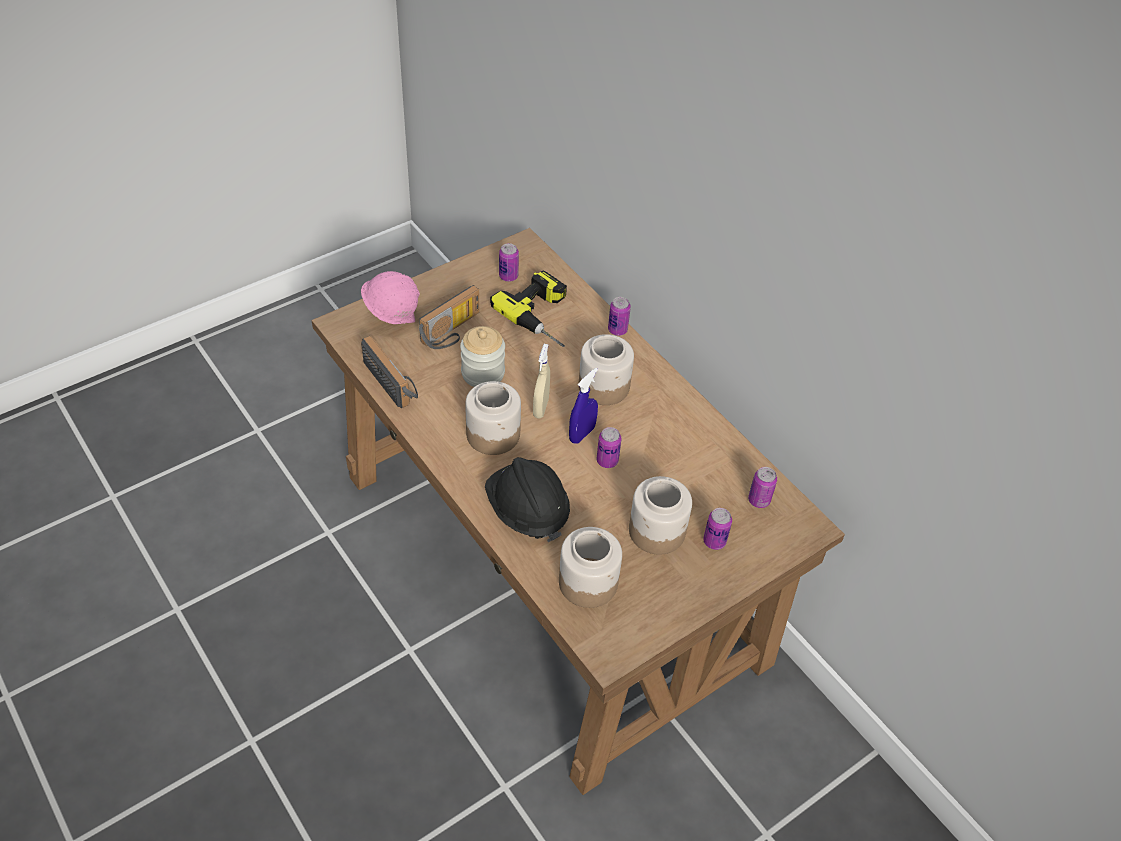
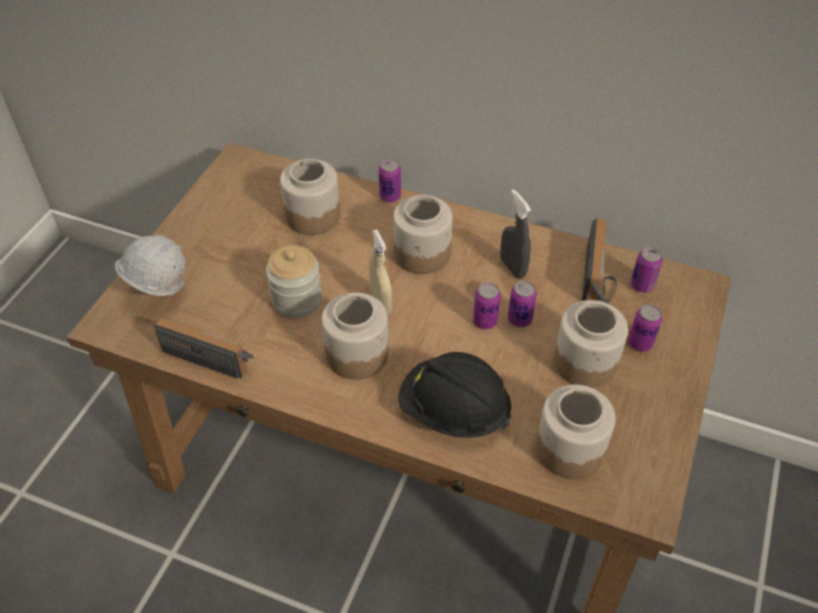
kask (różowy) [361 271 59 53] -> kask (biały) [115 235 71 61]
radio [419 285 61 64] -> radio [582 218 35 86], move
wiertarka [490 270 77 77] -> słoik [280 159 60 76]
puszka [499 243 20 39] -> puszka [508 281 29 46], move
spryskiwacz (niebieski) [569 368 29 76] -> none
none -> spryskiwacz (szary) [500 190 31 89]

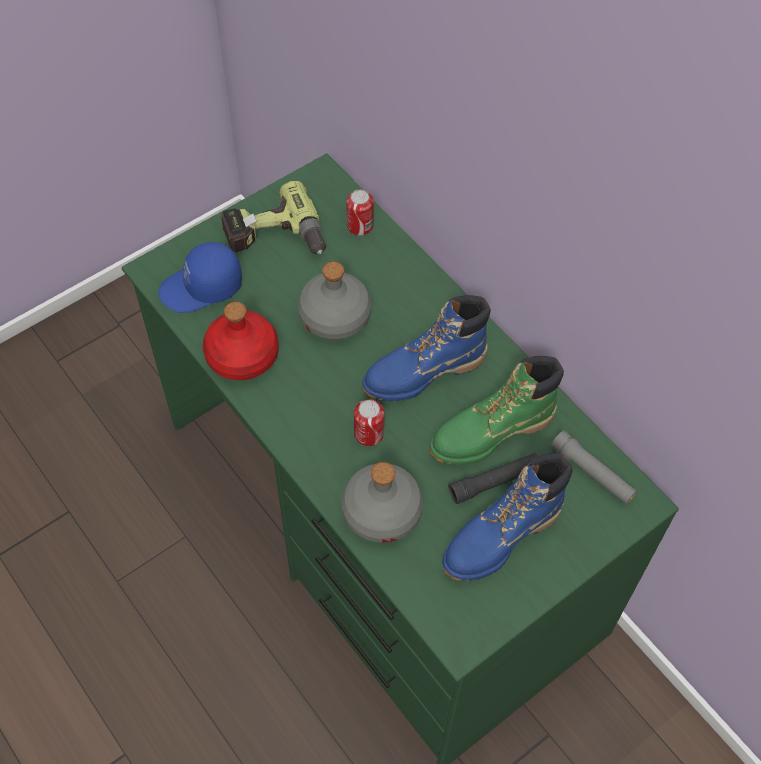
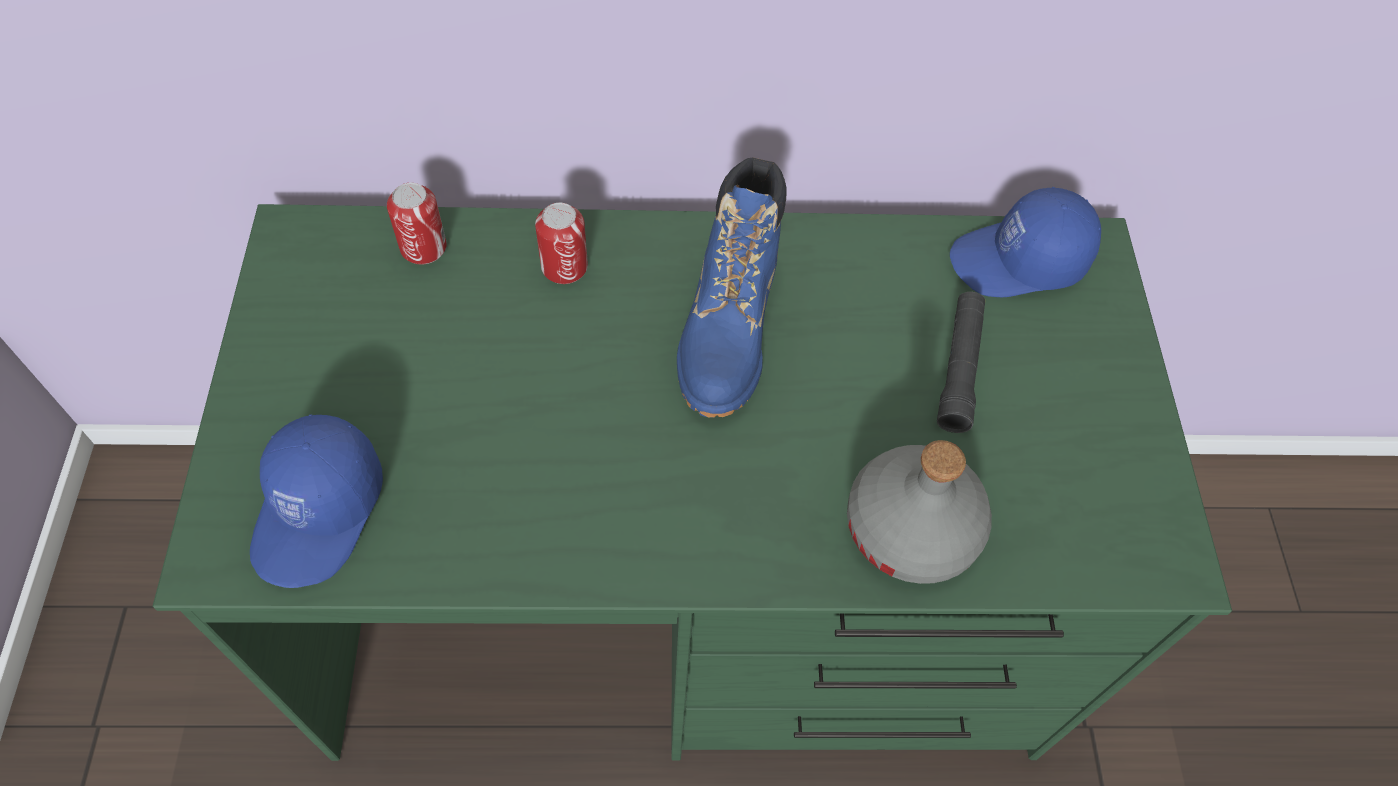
butelka (czerwony) [203 302 76 78] -> none
wiertarka [220 181 106 73] -> none
butelka (szary) [298 261 73 79] -> none
puszka [354 399 31 47] -> puszka [535 203 53 81], move
but z cholewką (zielony) [429 356 135 109] -> none
but z cholewką (niebieski) [442 453 131 128] -> none
latarka (szary) [551 430 86 74] -> czapka z daszkiem (niebieski) [950 187 151 110]

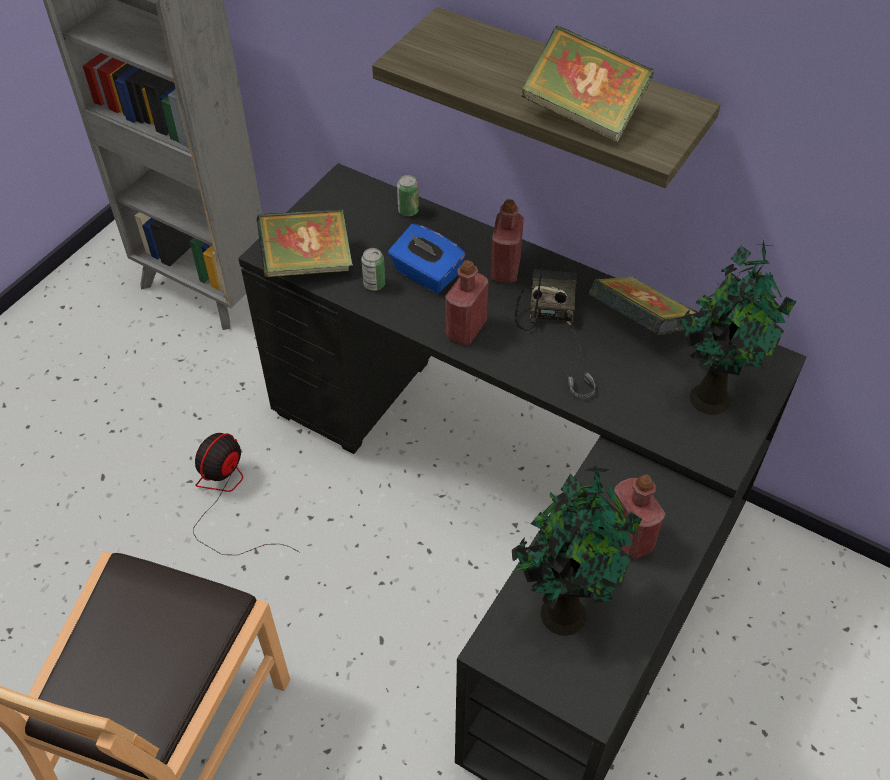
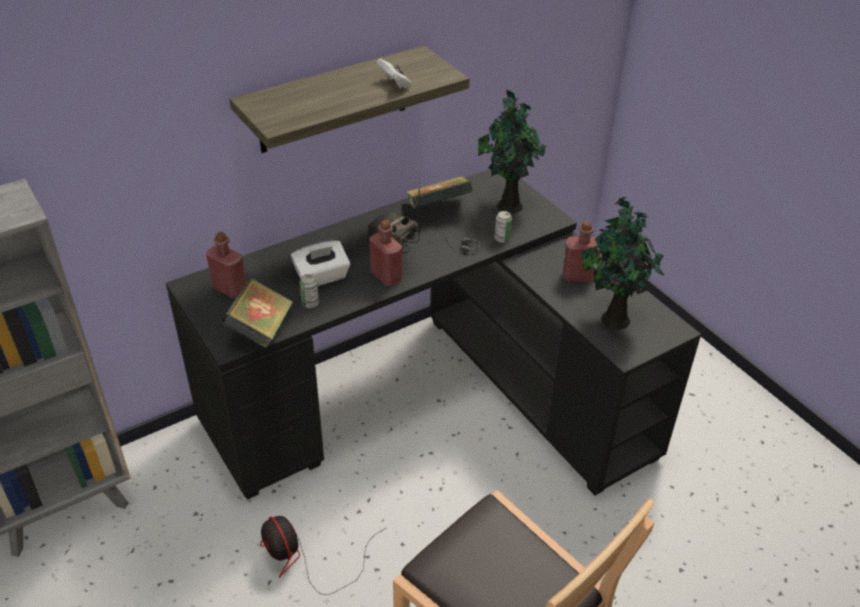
pudełko chusteczek (niebieski) [388 224 77 70] -> pudełko chusteczek (biały) [291 241 59 45]
puszka [397 175 22 41] -> puszka [494 211 18 32], move
butelka (czerwony) [490 199 34 84] -> butelka (czerwony) [206 232 40 66], move
książka [521 25 133 118] -> pad do gier (biały) [377 59 34 30]

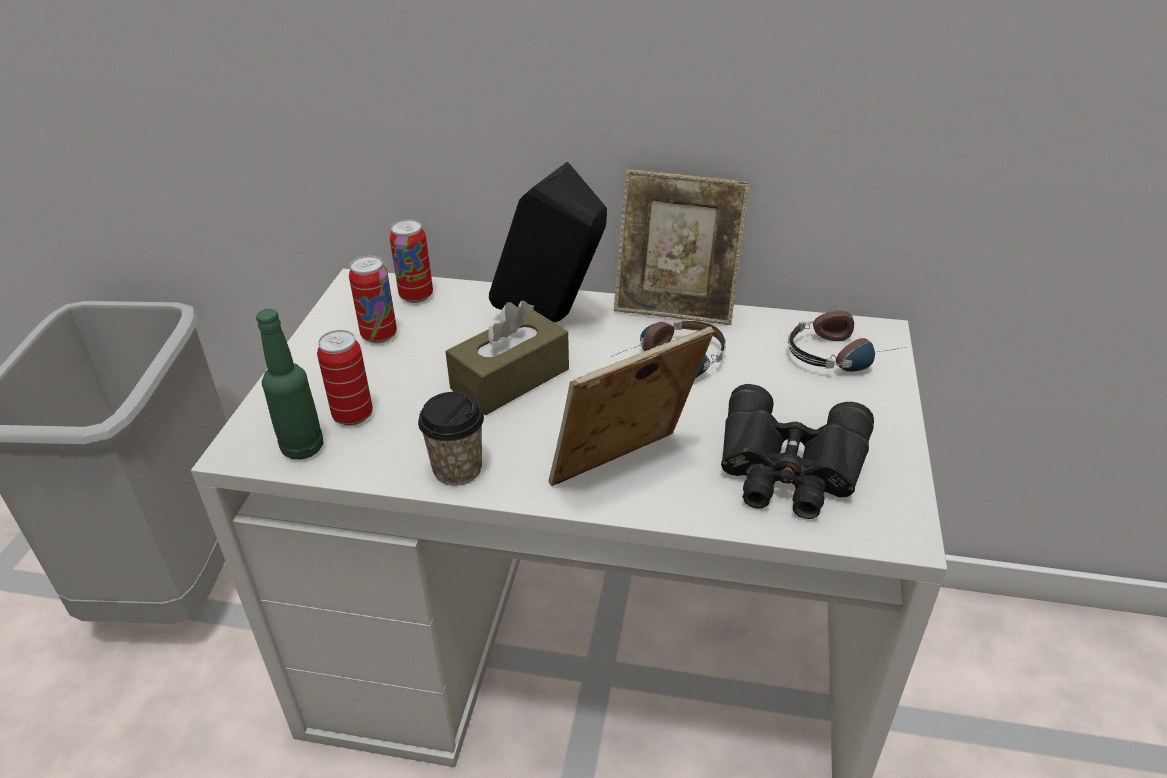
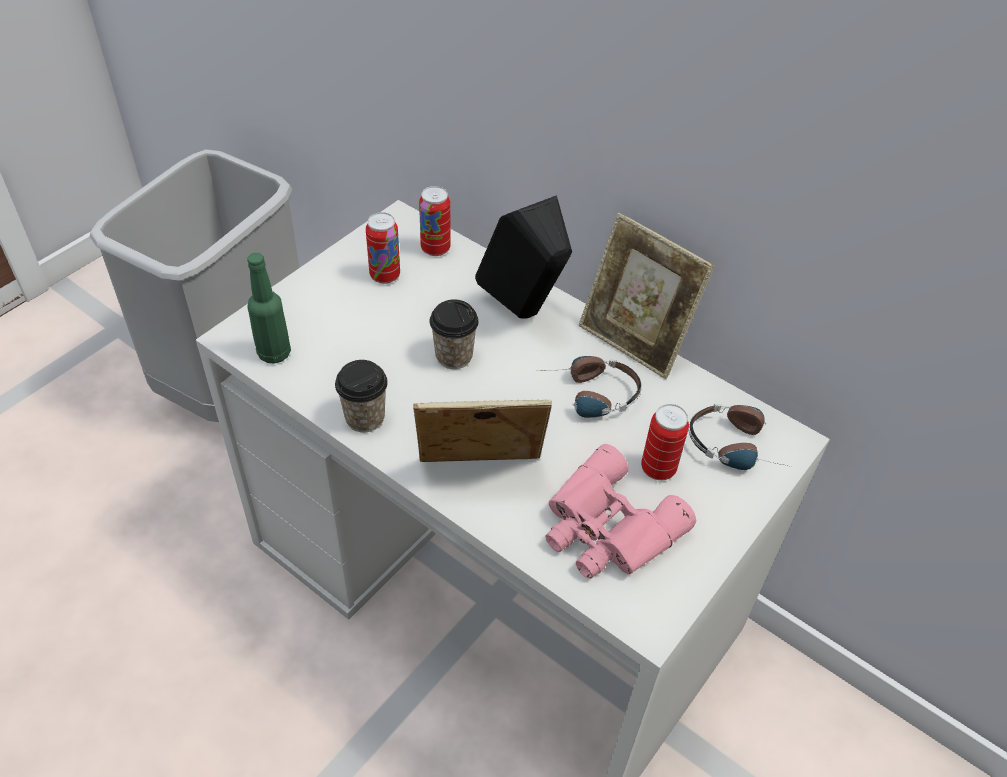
puszka [317 330 56 96] -> puszka [641 404 48 76], move
pudełko chusteczek (brązowy) [446 300 123 116] -> filiżanka [429 299 50 70]
lornetka (czarny) [721 384 153 135] -> lornetka (różowy) [545 444 151 134]

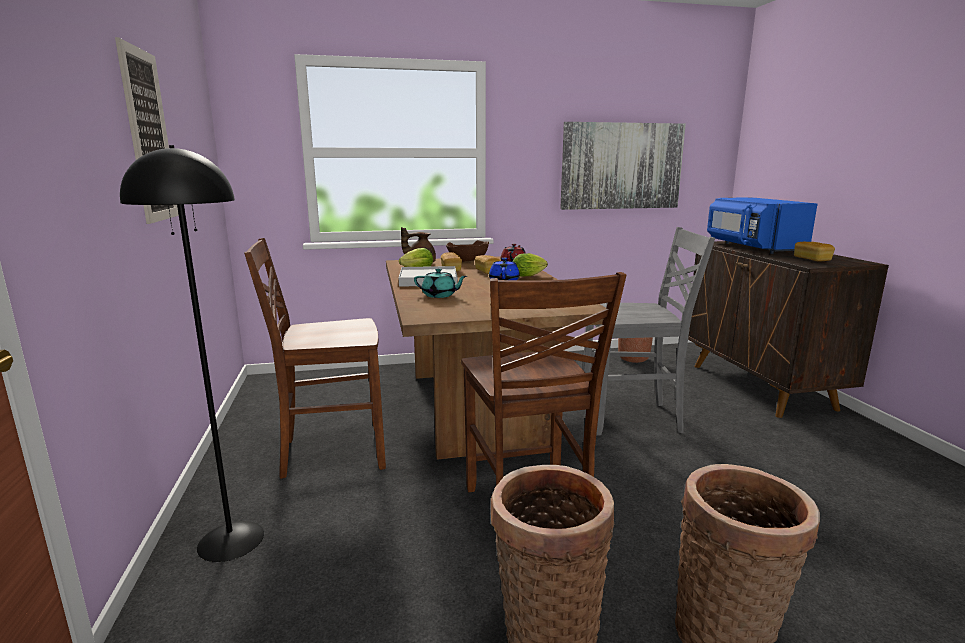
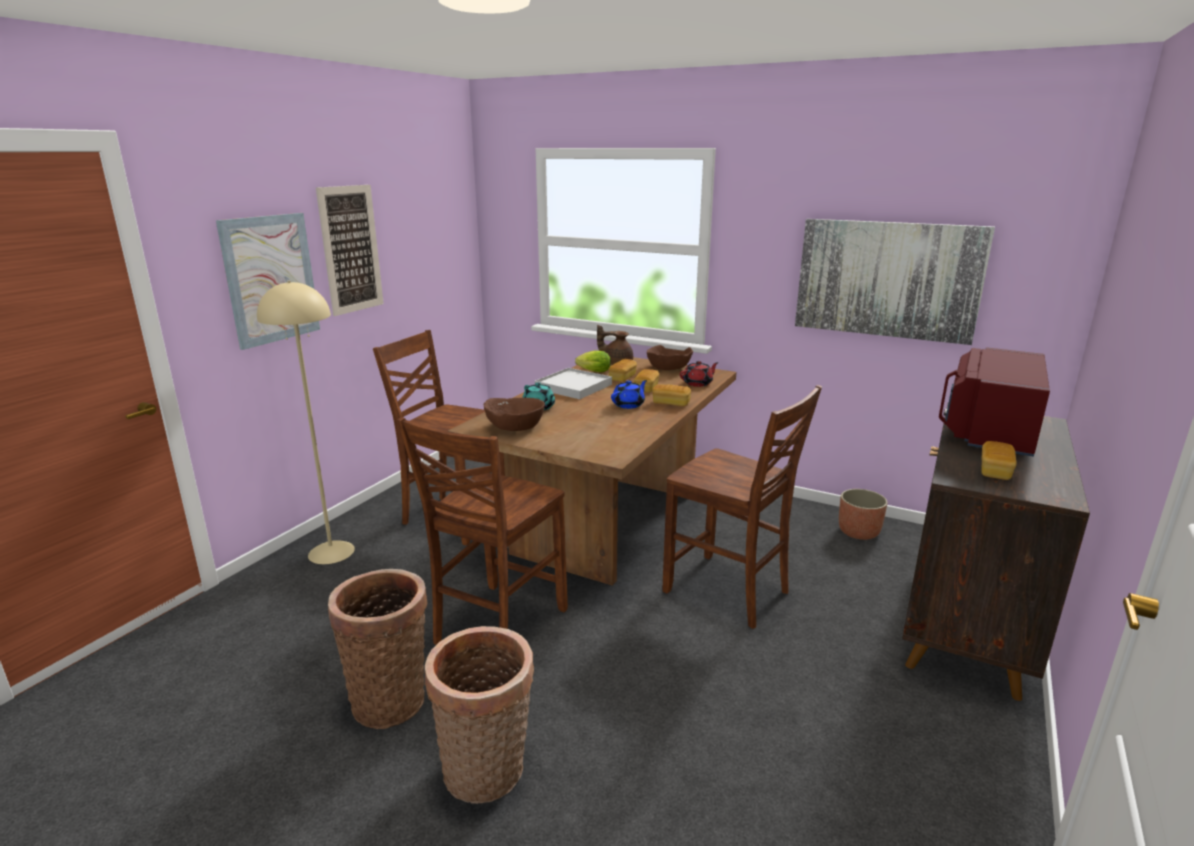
lampa stojąca (czarny) [120 145 144 417] -> lampa stojąca (beżowy) [257 281 98 283]
sałata [513 253 35 24] -> chleb [652 384 39 22]
krzesło (szary) [583 227 132 209] -> krzesło (brązowy) [662 385 160 244]
mikrofalówka (niebieski) [707 197 110 57] -> mikrofalówka (czerwony) [939 347 111 110]
none -> obraz [216 213 104 137]
none -> miska (brązowy) [484 398 61 33]

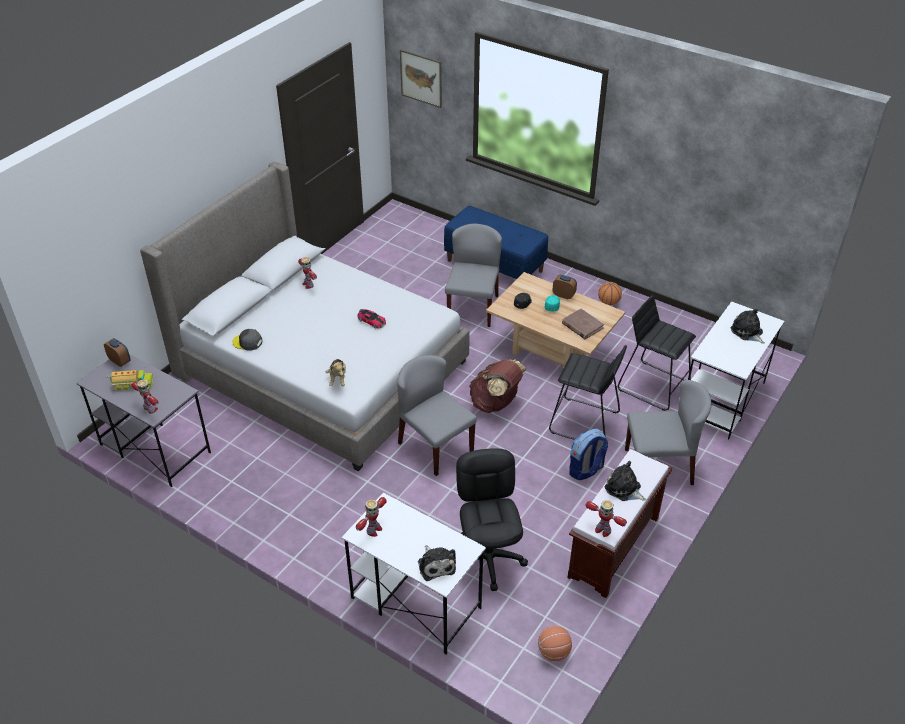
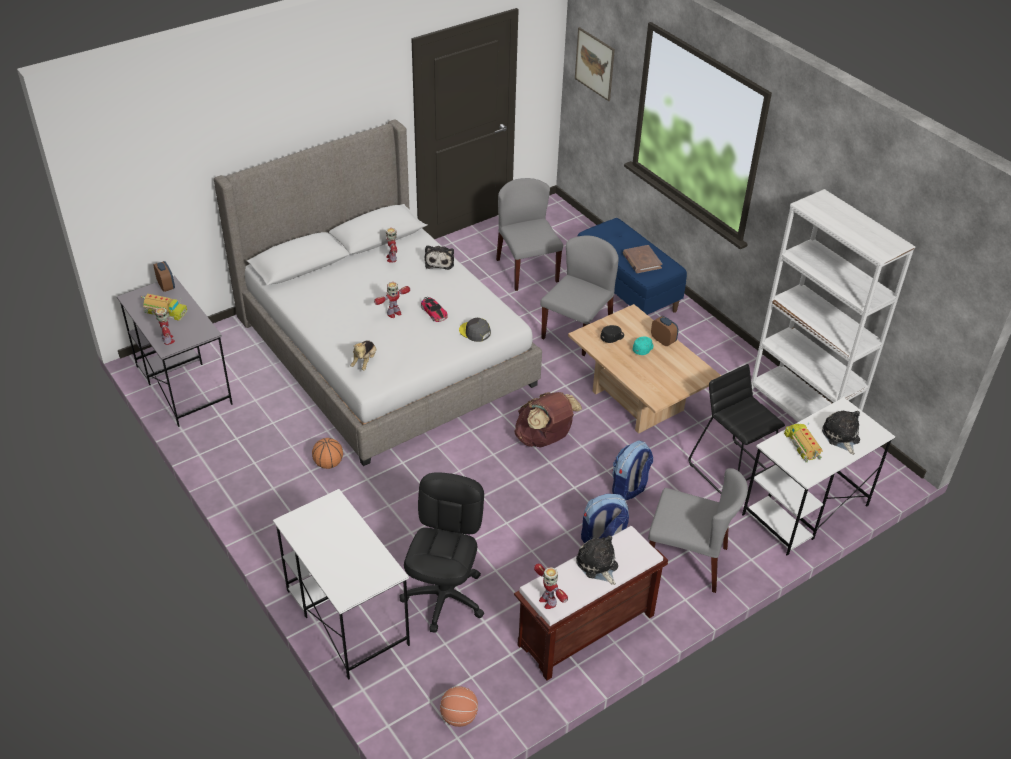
czapka z daszkiem (szary) [233 329 29 22] -> czapka z daszkiem (szary) [459 318 32 24], move
robot zabawkowy [356 497 31 40] -> robot zabawkowy [374 282 36 36], move
krzesło (szary) [397 355 80 121] -> krzesło (szary) [496 178 67 113], move
pluszak [418 545 38 36] -> pluszak [425 245 29 25], move
stołek (czarny) [549 345 78 95] -> plecak [612 440 41 60]
książka (brązowy) [562 308 42 31] -> książka (brązowy) [623 245 39 28], move
piłka do koszykówki [598 282 24 23] -> piłka do koszykówki [312 438 31 31], move
none -> regał (biały) [751 189 164 233]
none -> ciężarówka zabawkowa [784 423 39 40]

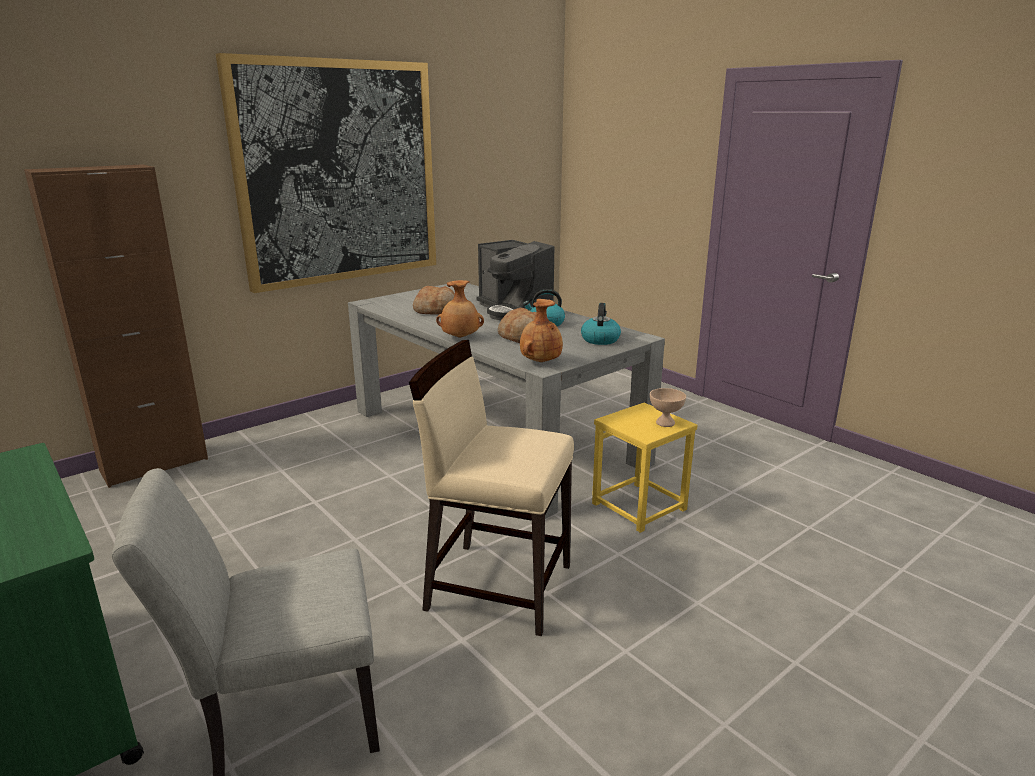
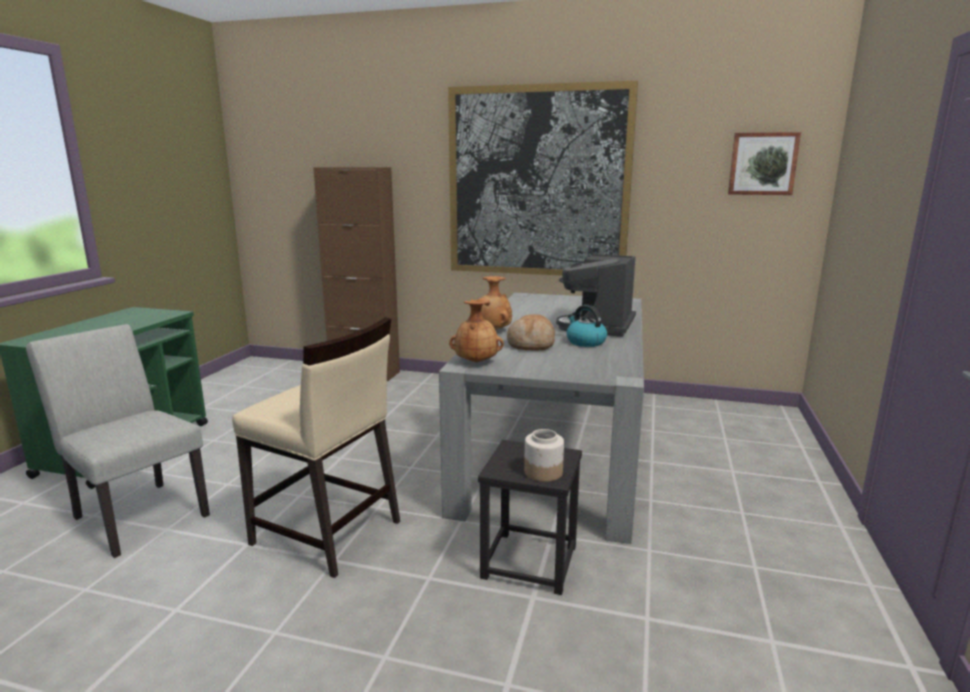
krzesło (beżowy) [409 340 165 296] -> krzesło (beżowy) [232 317 168 261], 135 degrees clockwise
chleb [413 286 42 29] -> none
czajnik [581 303 40 42] -> none
stołek (żółty) [592 403 105 130] -> stołek (czarny) [478 440 104 155]
miska (beżowy) [650 388 36 39] -> słoik [524 429 40 53]
none -> obraz [728 132 73 63]

